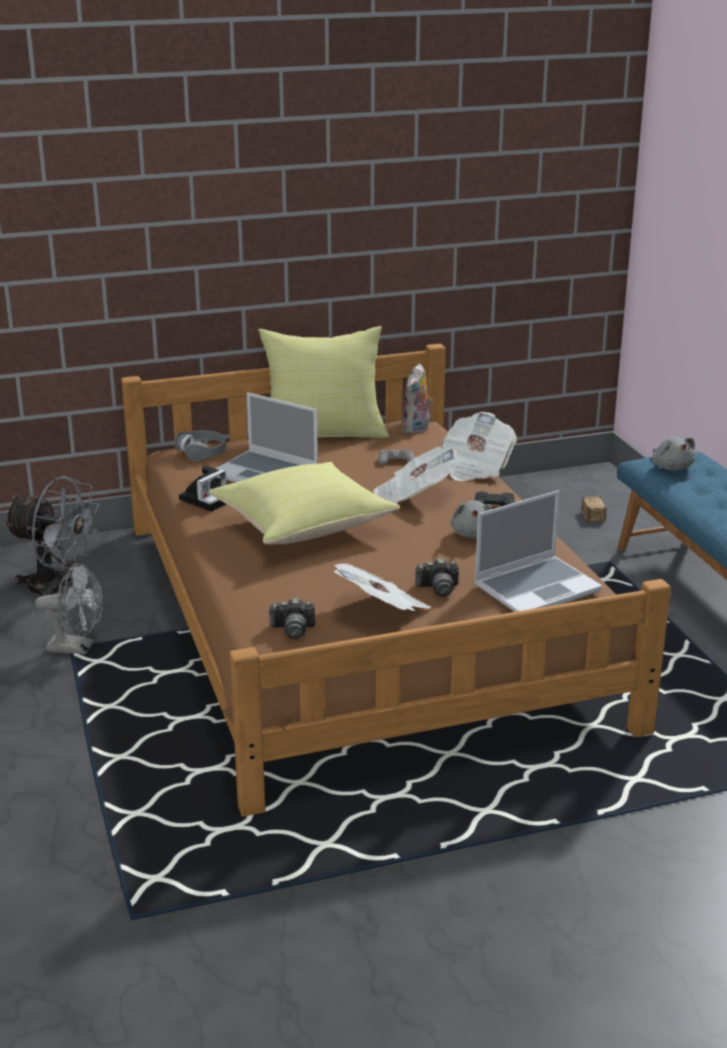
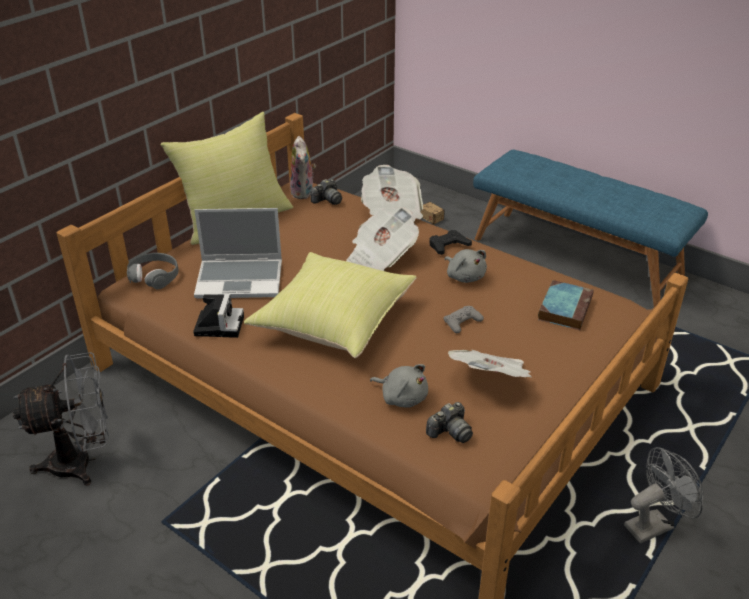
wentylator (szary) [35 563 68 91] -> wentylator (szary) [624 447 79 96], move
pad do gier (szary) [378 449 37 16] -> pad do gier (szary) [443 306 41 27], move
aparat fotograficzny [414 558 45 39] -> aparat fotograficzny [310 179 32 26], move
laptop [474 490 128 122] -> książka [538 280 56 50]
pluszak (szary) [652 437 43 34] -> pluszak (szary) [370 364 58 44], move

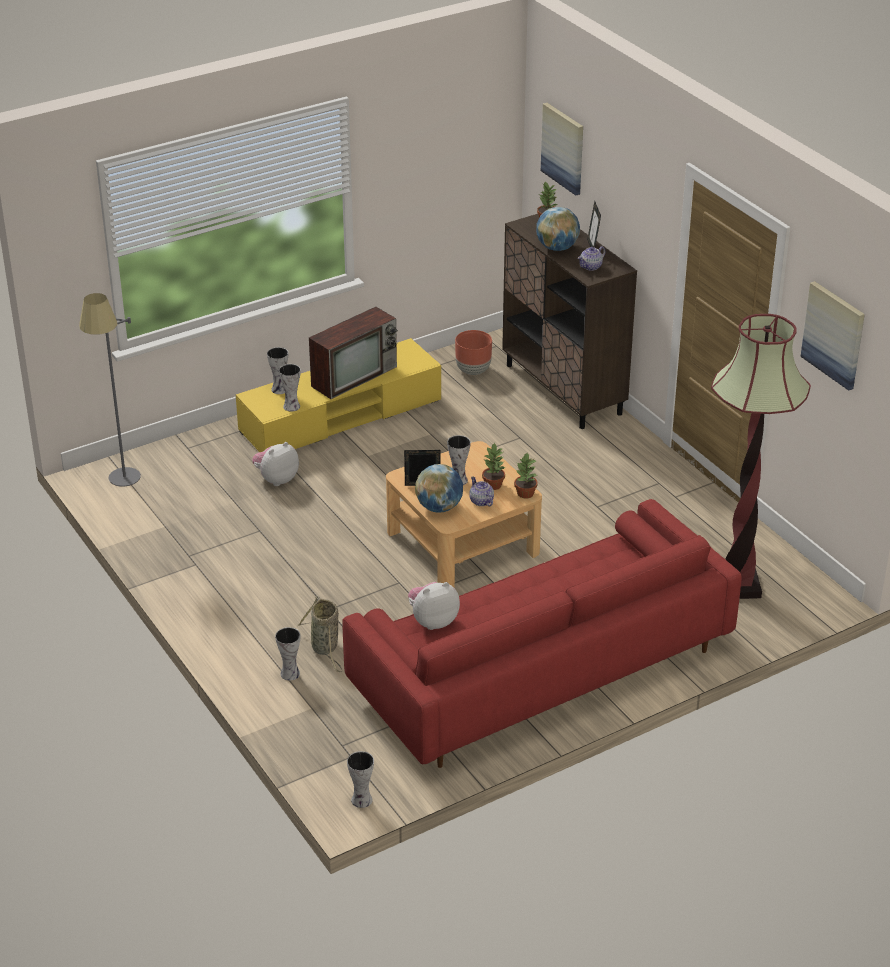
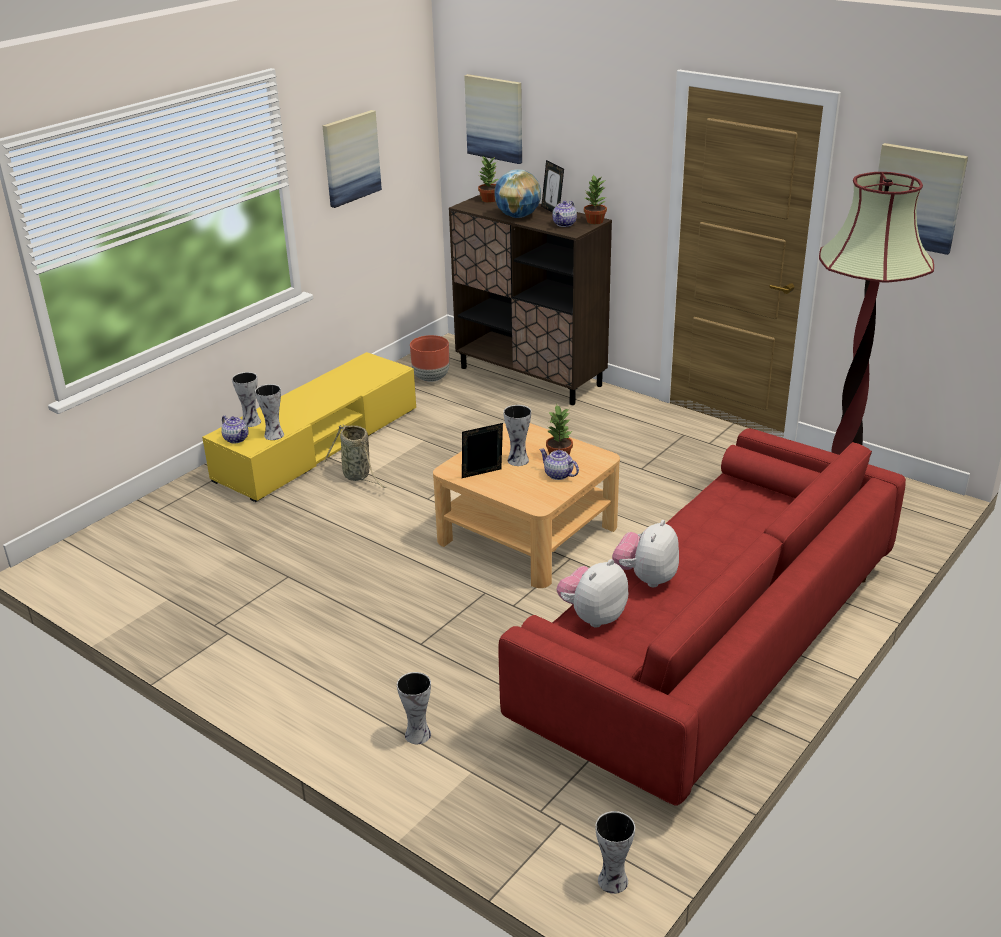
lampa stojąca (szary) [79 293 62 194] -> none
pluszak [252 442 47 44] -> pluszak [612 520 67 67], move
koszyk [298 597 45 75] -> koszyk [323 425 64 63], move
telewizor [309 307 89 92] -> none
globus [415 464 48 49] -> none
roślina doniczkowa [514 453 24 46] -> roślina doniczkowa [583 175 24 49], move
none -> imbryk [221 416 28 28]
none -> obraz [322 110 60 98]

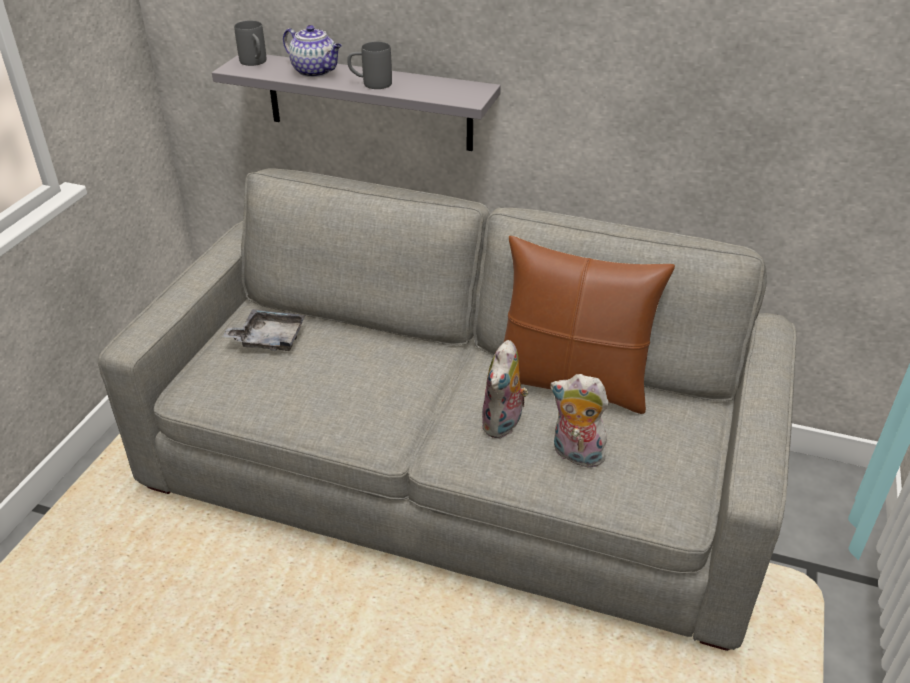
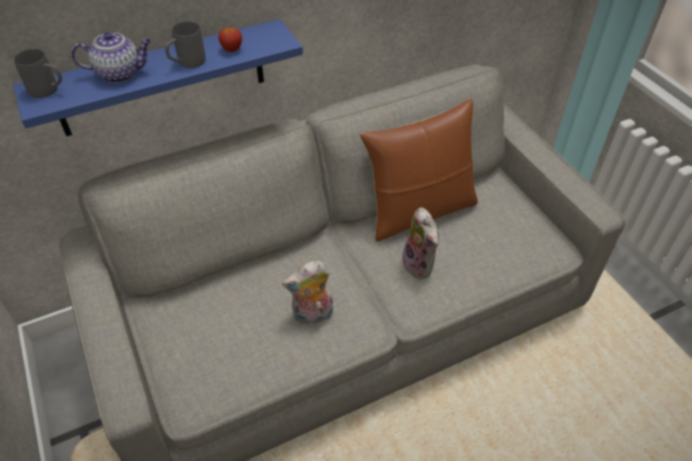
półka (szary) [212 54 289 97] -> półka (niebieski) [13 19 290 117]
taca (szary) [222 309 83 42] -> none
pluszak [550 374 59 93] -> pluszak [282 261 51 64], move
none -> jabłko [218 27 24 25]

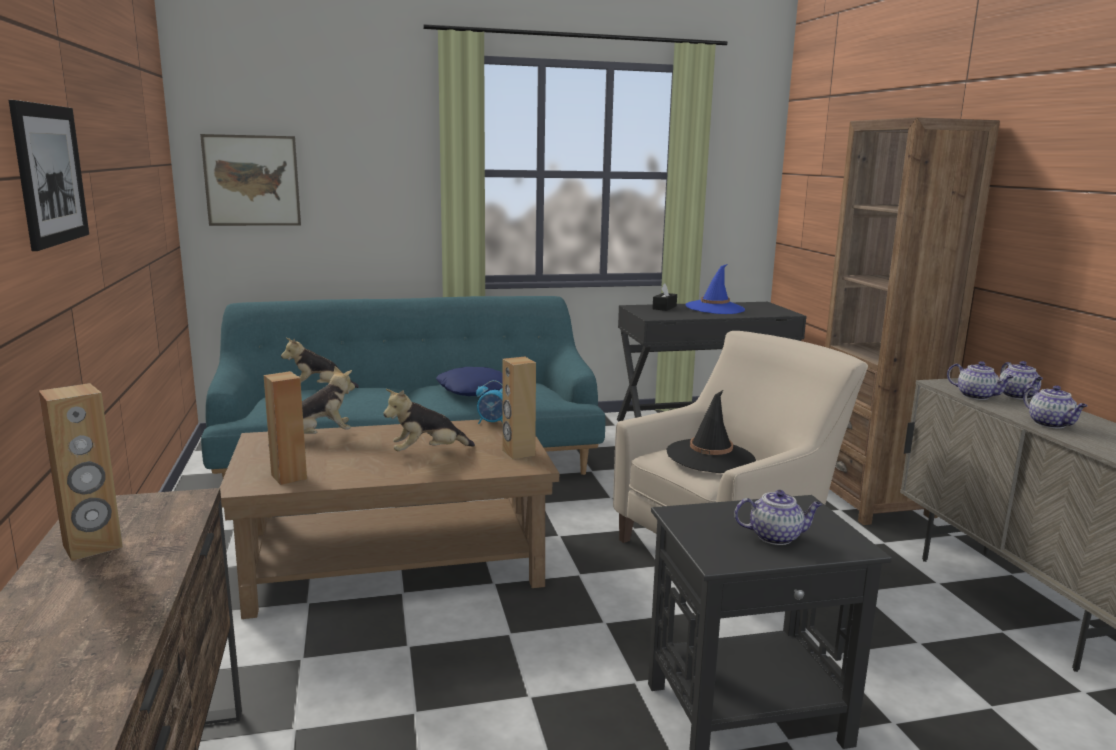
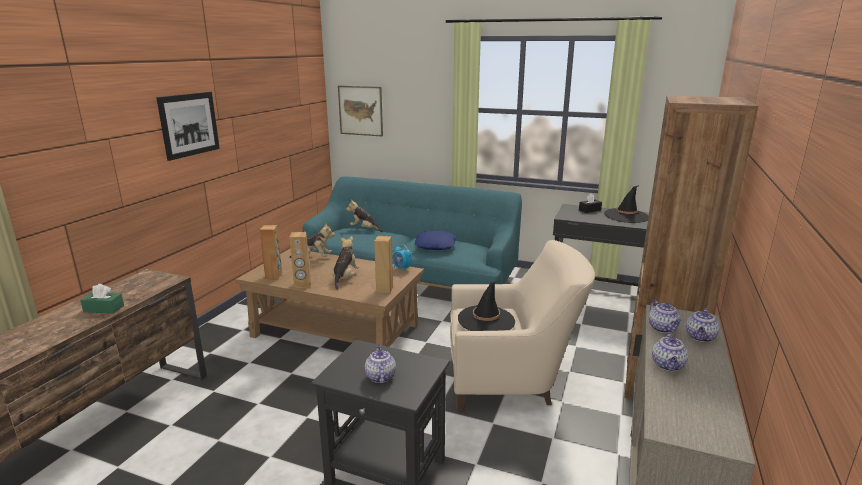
głośnik (brązowy) [39 383 84 178] -> głośnik (brązowy) [289 232 22 56], move
pluszak [383 389 92 62] -> pluszak [332 236 27 54], 90 degrees clockwise
kapelusz (niebieski) [685 264 60 50] -> kapelusz (czarny) [604 185 45 38]
imbryk [734 490 88 55] -> imbryk [365 345 31 38], 135 degrees counterclockwise
none -> pudełko chusteczek (zielony) [80 284 44 29]

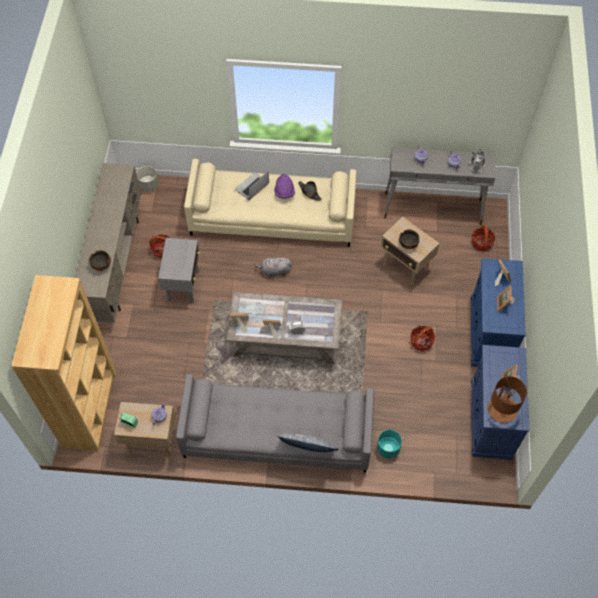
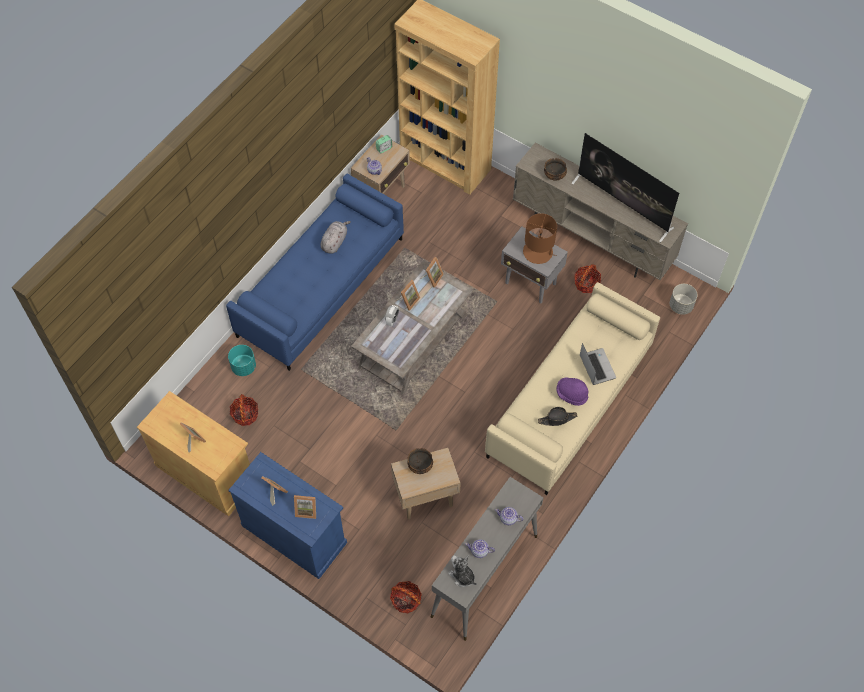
kanapa (szary) [176 374 198 99] -> kanapa (niebieski) [226 174 178 197]
pluszak (szary) [255 255 37 22] -> pluszak (szary) [320 221 31 33], move
poduszka [277 434 62 18] -> none
koszyk [410 326 26 25] -> koszyk [230 394 28 32], move
szafka (niebieski) [471 345 59 115] -> szafka (beżowy) [137 391 113 125]
lampa stołowa (brązowy) [488 376 39 47] -> lampa stołowa (brązowy) [523 213 34 51], move
none -> telewizor [571 133 108 109]

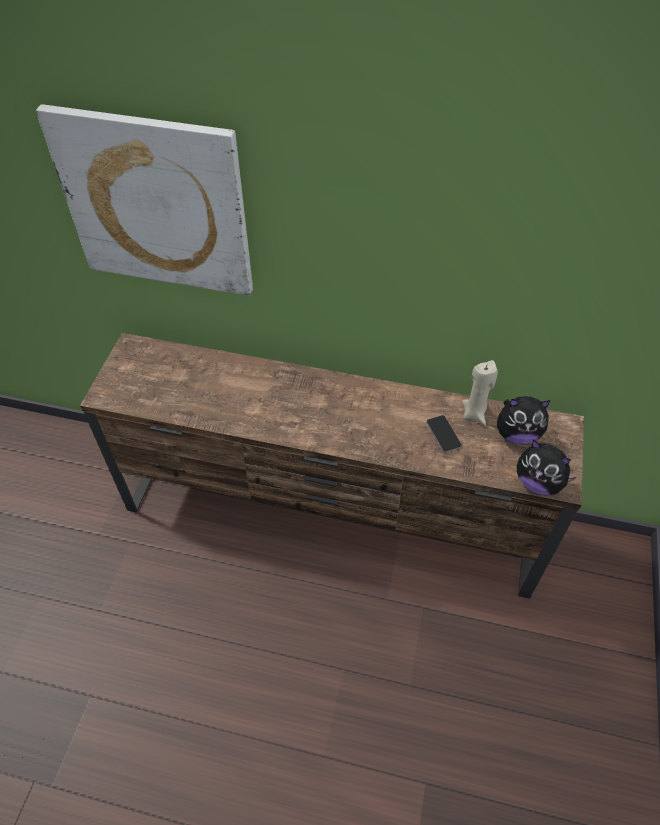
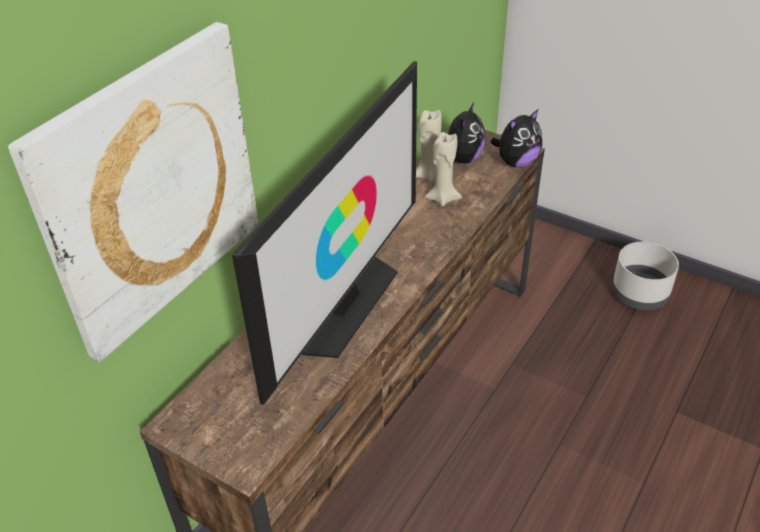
telefon [427 415 35 37] -> świeca (beżowy) [425 132 37 75]
none -> telewizor [232 61 185 344]
none -> donica (szary) [612 242 67 68]

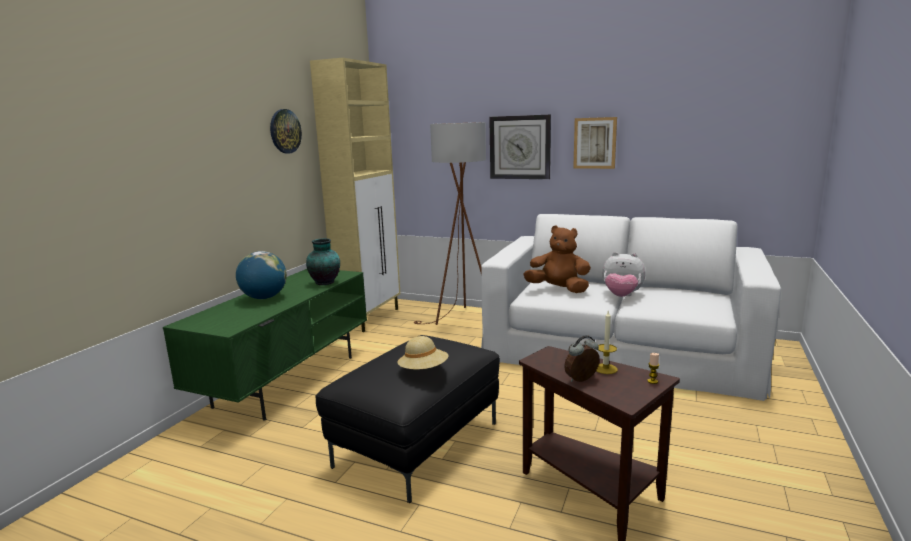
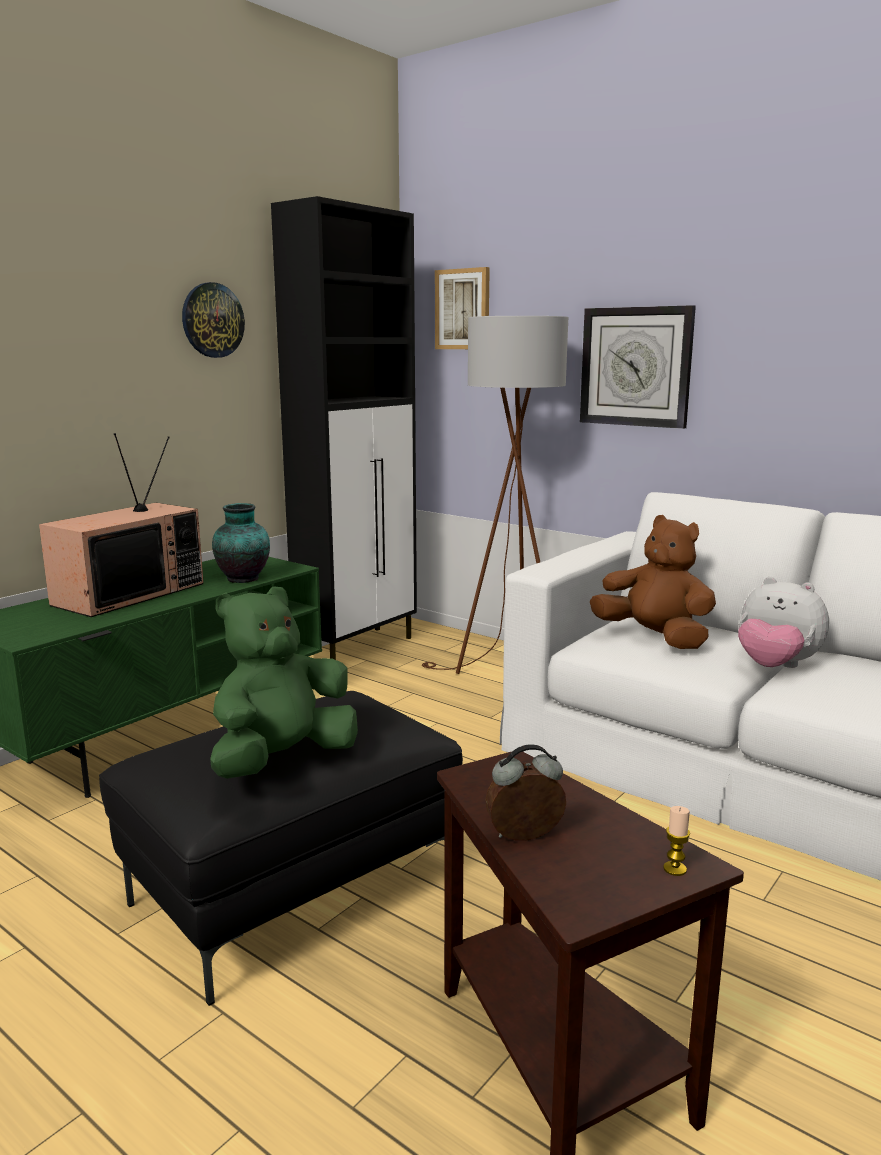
globus [236 251 51 48] -> telewizor [39 433 165 184]
szafka (beżowy) [310 58 90 274] -> szafka (czarny) [271 196 146 464]
kapelusz (beżowy) [398 336 51 33] -> pluszak (zielony) [210 586 148 193]
obraz [573 117 44 52] -> obraz [435 267 55 82], move
świeca [596 311 22 63] -> none

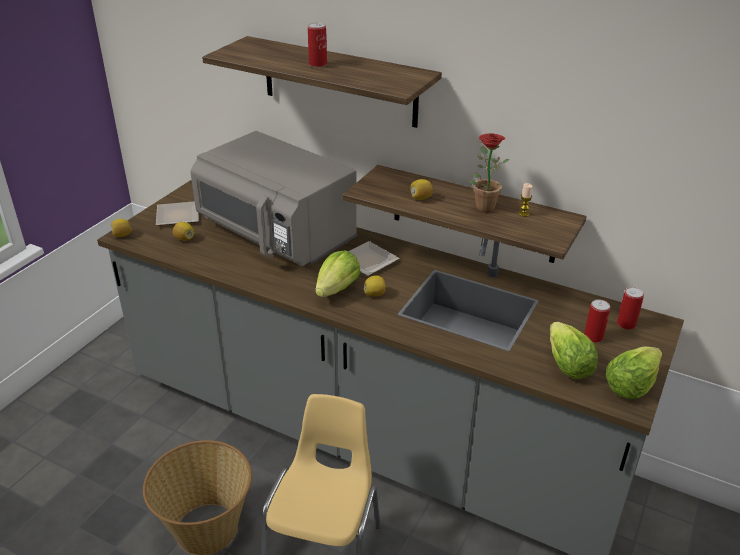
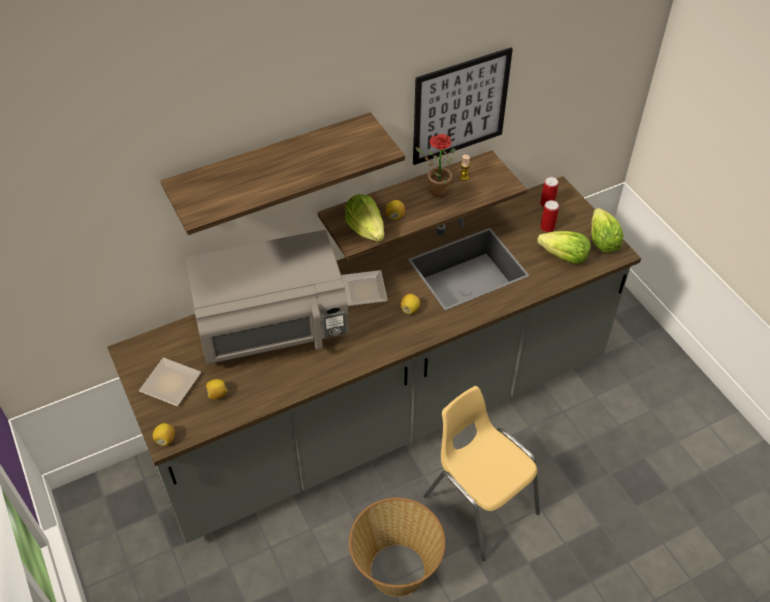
puszka [308 22 19 45] -> none
sałata [315 250 45 47] -> sałata [345 194 39 48], move
none -> obraz [413 47 100 118]

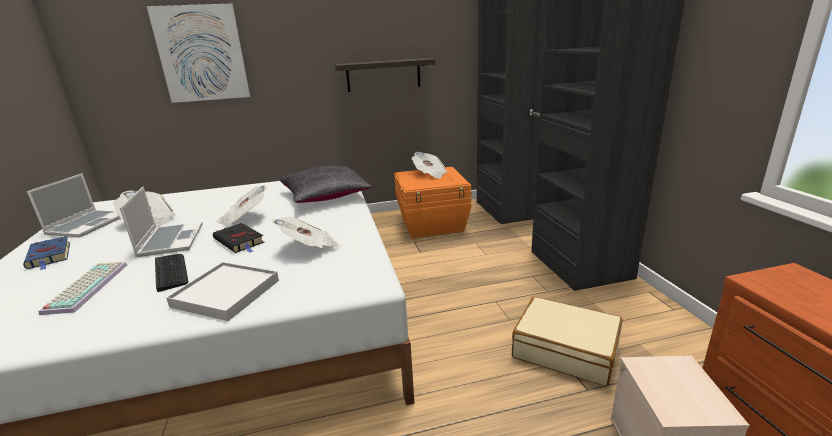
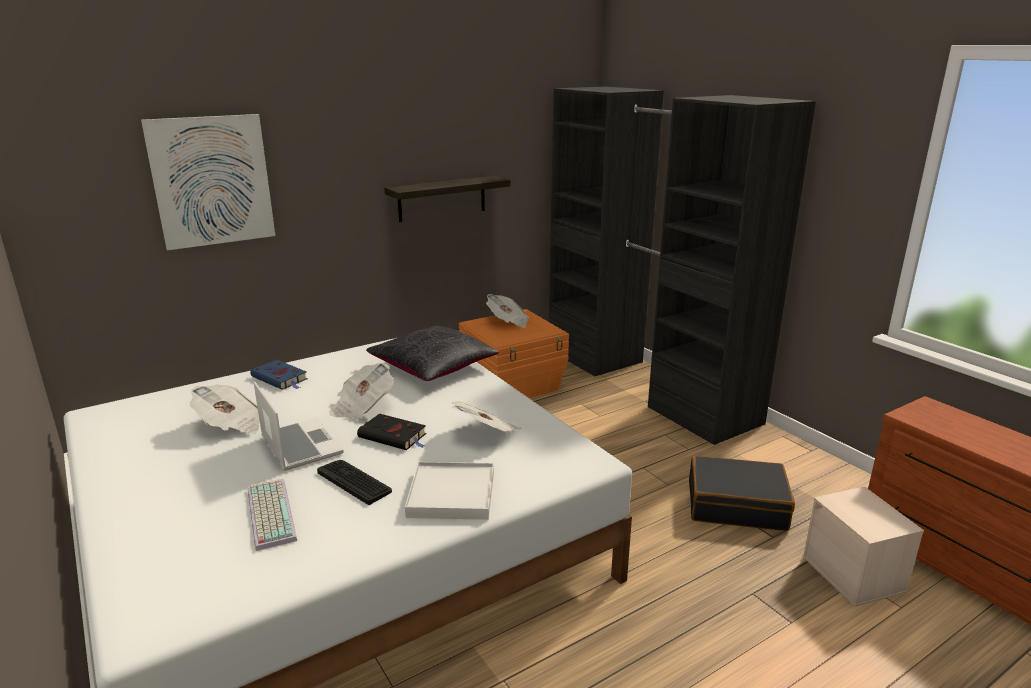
książka (niebieski) [23 236 47 34] -> książka (niebieski) [250 360 58 30], move
laptop [27 173 94 64] -> none
walizka (beżowy) [512 296 111 90] -> walizka (czarny) [689 456 106 75]

